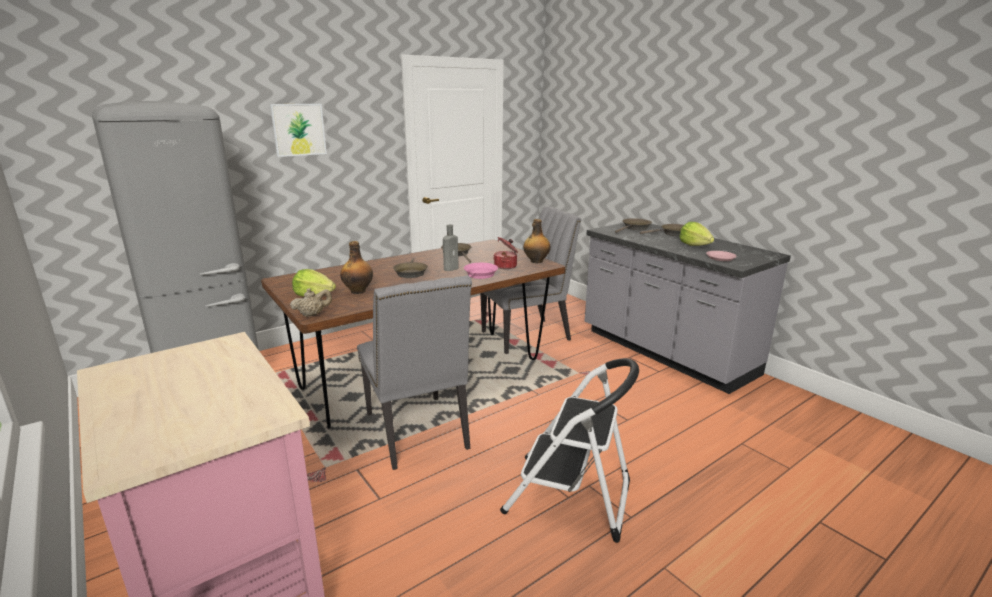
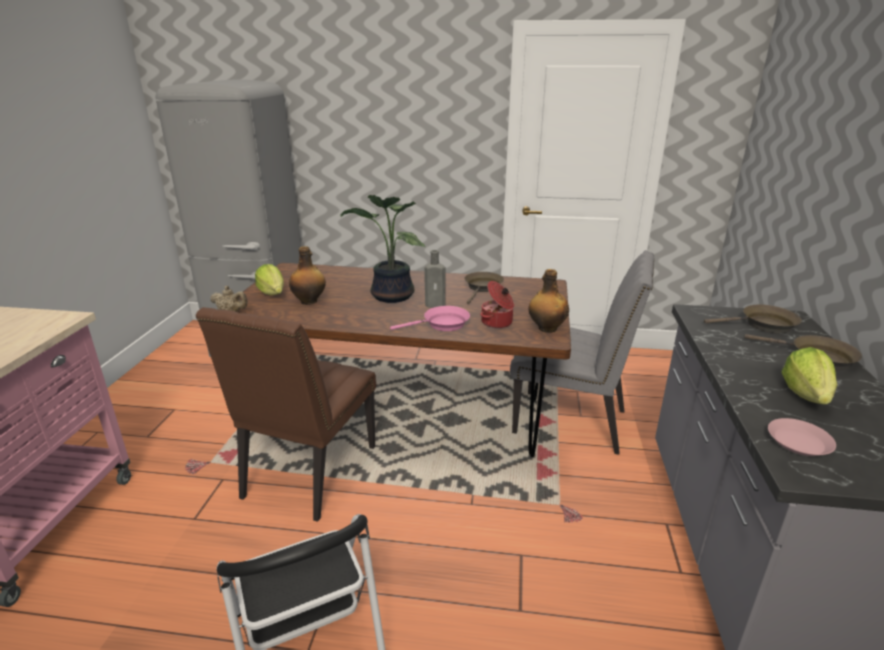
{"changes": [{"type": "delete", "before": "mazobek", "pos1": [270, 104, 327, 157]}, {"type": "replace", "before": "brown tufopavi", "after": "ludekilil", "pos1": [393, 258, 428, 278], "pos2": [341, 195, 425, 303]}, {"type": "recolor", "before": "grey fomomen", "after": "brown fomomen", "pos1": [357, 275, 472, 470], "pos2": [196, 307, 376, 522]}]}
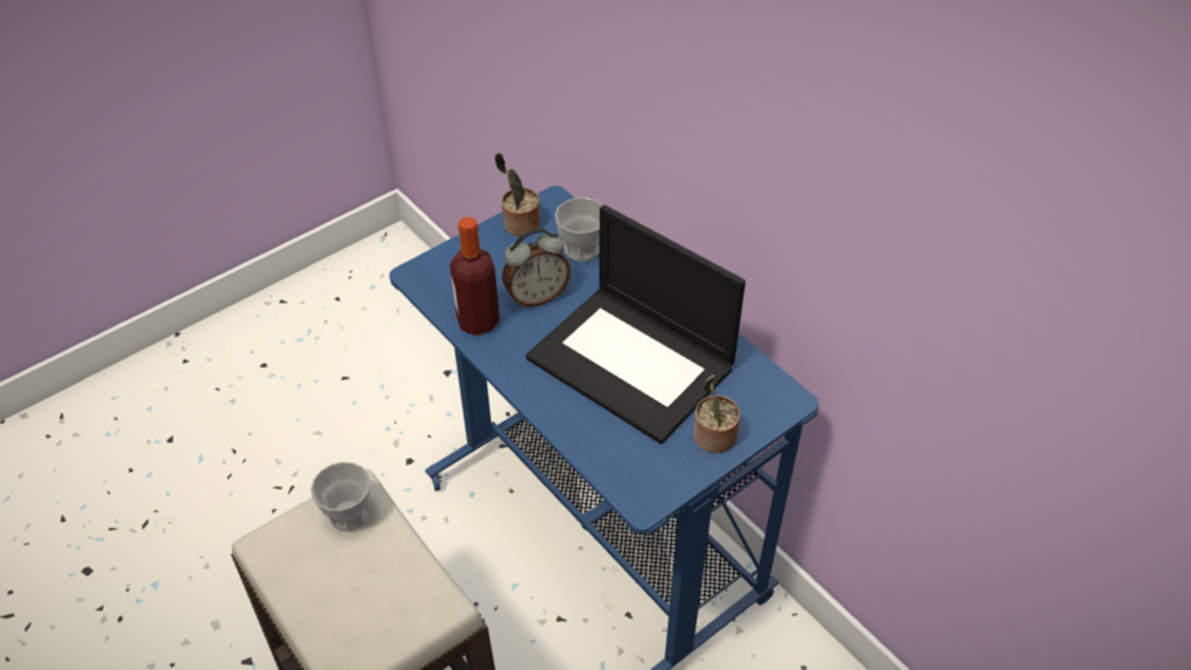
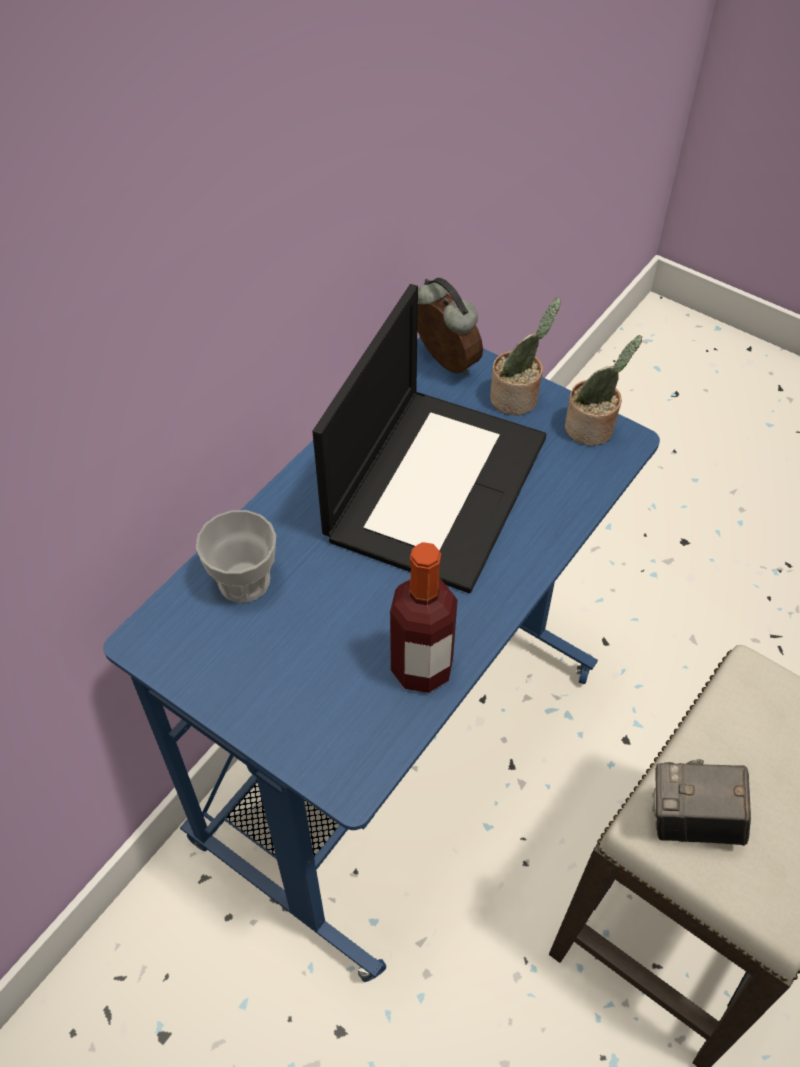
{"changes": [{"type": "move", "before": "ludekilil", "pos1": [495, 153, 540, 236], "pos2": [565, 335, 642, 446]}, {"type": "move", "before": "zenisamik", "pos1": [502, 228, 571, 307], "pos2": [417, 278, 483, 375]}, {"type": "replace", "before": "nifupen", "after": "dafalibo", "pos1": [311, 462, 371, 531], "pos2": [652, 759, 751, 846]}]}
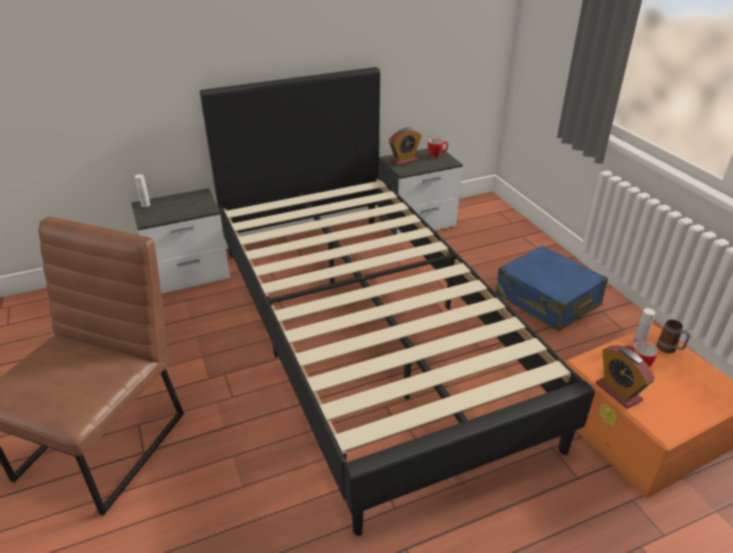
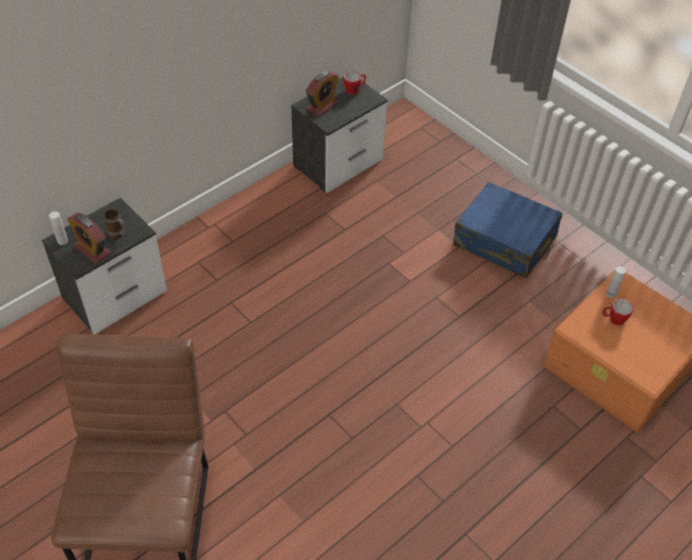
{"changes": [{"type": "delete", "before": "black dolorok", "pos1": [200, 67, 595, 536]}, {"type": "move", "before": "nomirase", "pos1": [657, 319, 690, 353], "pos2": [104, 209, 126, 239]}, {"type": "move", "before": "zenisamik", "pos1": [596, 345, 655, 409], "pos2": [67, 213, 111, 264]}]}
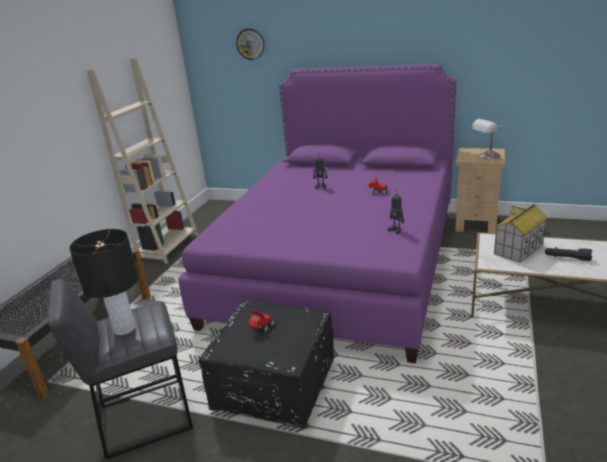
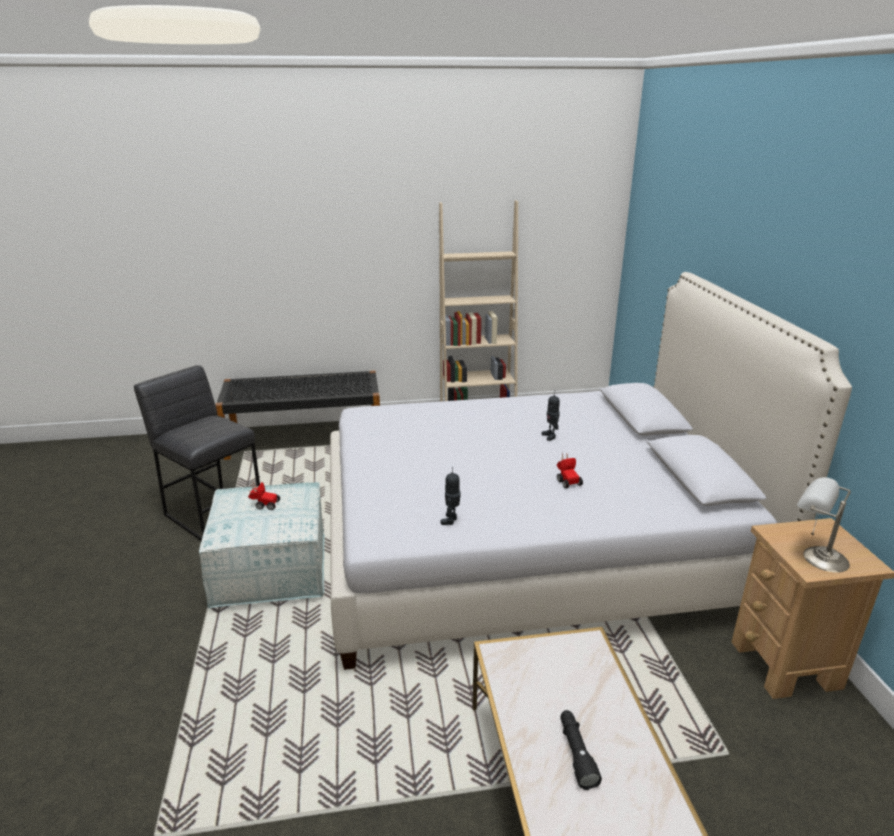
{"changes": [{"type": "delete", "before": "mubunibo", "pos1": [236, 28, 265, 60]}, {"type": "recolor", "before": "purple dolorok", "after": "white dolorok", "pos1": [178, 64, 457, 363], "pos2": [330, 272, 852, 670]}, {"type": "delete", "before": "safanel", "pos1": [494, 204, 548, 263]}, {"type": "delete", "before": "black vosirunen", "pos1": [69, 229, 139, 335]}, {"type": "recolor", "before": "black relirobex", "after": "white relirobex", "pos1": [198, 301, 334, 429], "pos2": [199, 482, 325, 608]}]}
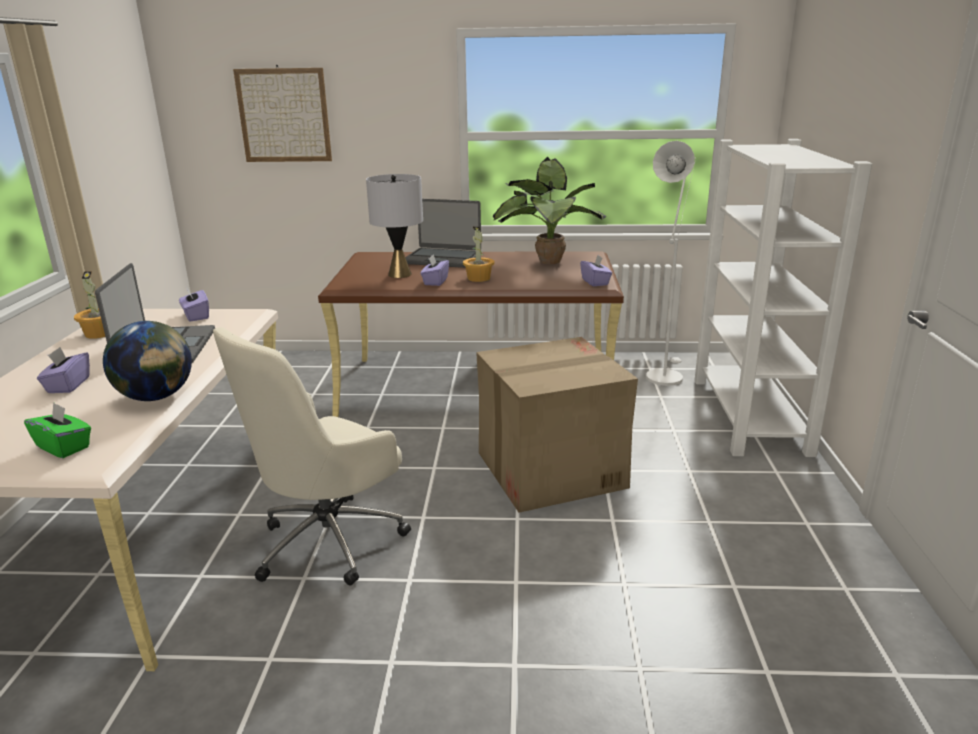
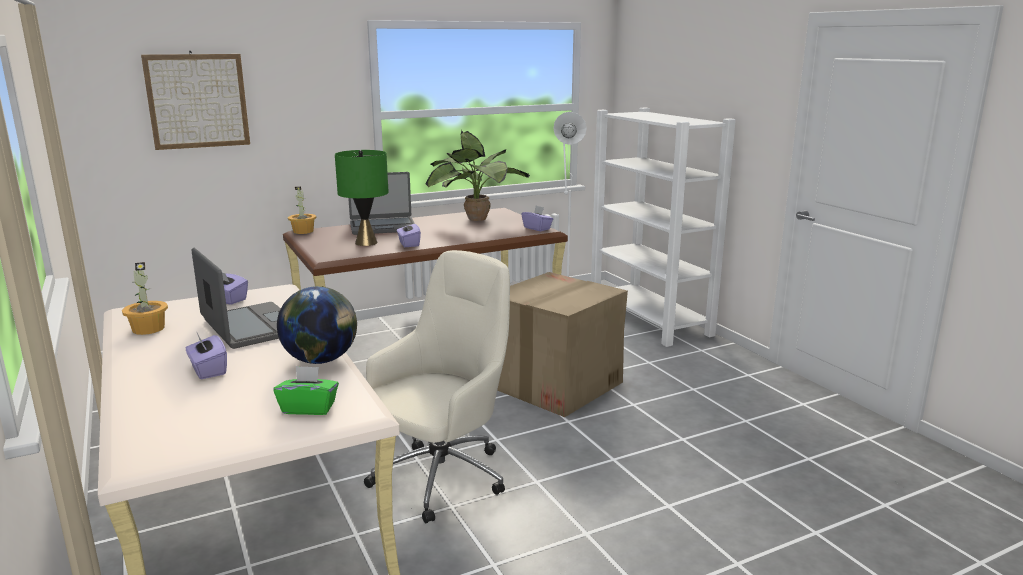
{"changes": [{"type": "recolor", "before": "grey vosirunen", "after": "green vosirunen", "pos1": [366, 174, 423, 278], "pos2": [335, 150, 389, 246]}, {"type": "move", "before": "ludekilil", "pos1": [463, 227, 494, 282], "pos2": [288, 187, 316, 234]}, {"type": "rotate", "before": "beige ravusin", "pos1": [213, 327, 411, 585], "pos2": [364, 250, 510, 523], "turn": -150}]}
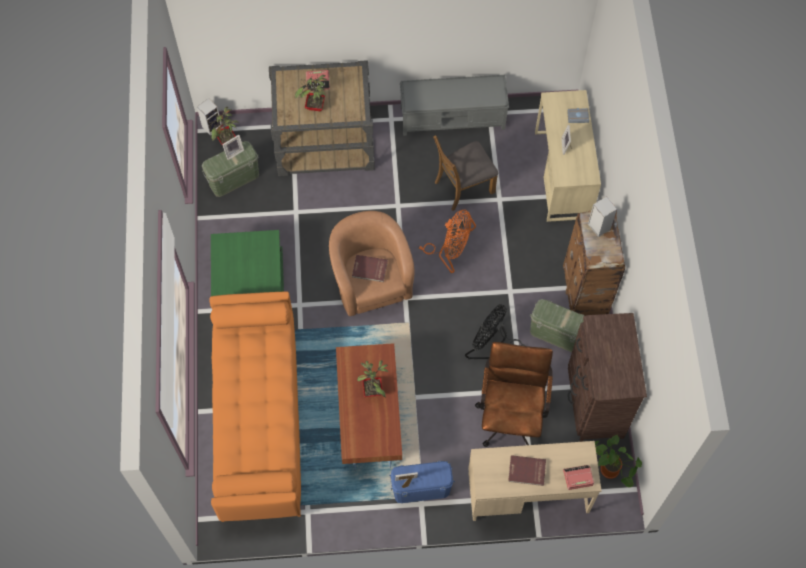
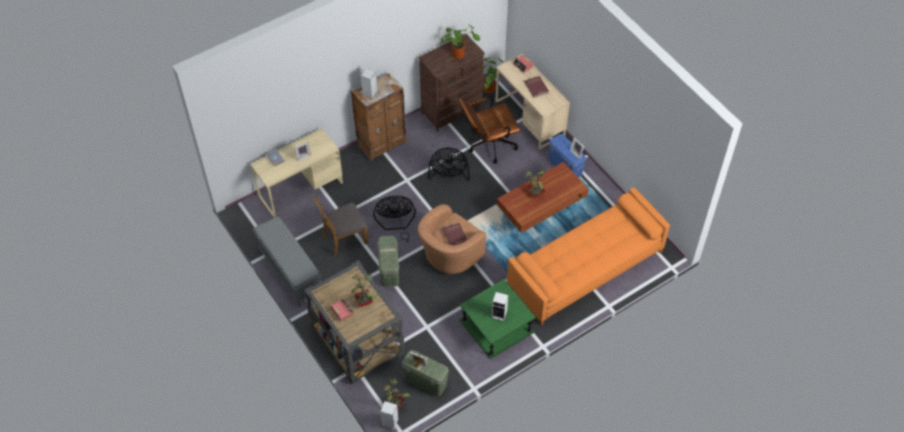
{"changes": [{"type": "rotate", "before": "brown fomomen", "pos1": [433, 135, 498, 211], "pos2": [313, 195, 368, 257], "turn": 120}, {"type": "recolor", "before": "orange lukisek", "after": "black lukisek", "pos1": [419, 210, 476, 273], "pos2": [373, 196, 416, 242]}, {"type": "move", "before": "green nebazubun", "pos1": [530, 299, 585, 352], "pos2": [377, 236, 400, 287]}, {"type": "insert", "after": "ludekilil", "pos2": [441, 24, 480, 59]}, {"type": "insert", "after": "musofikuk", "pos2": [492, 292, 508, 321]}]}
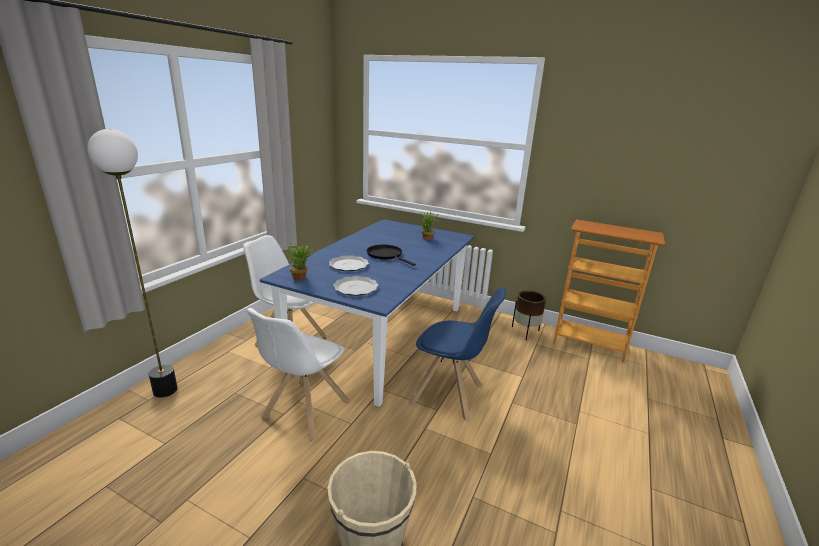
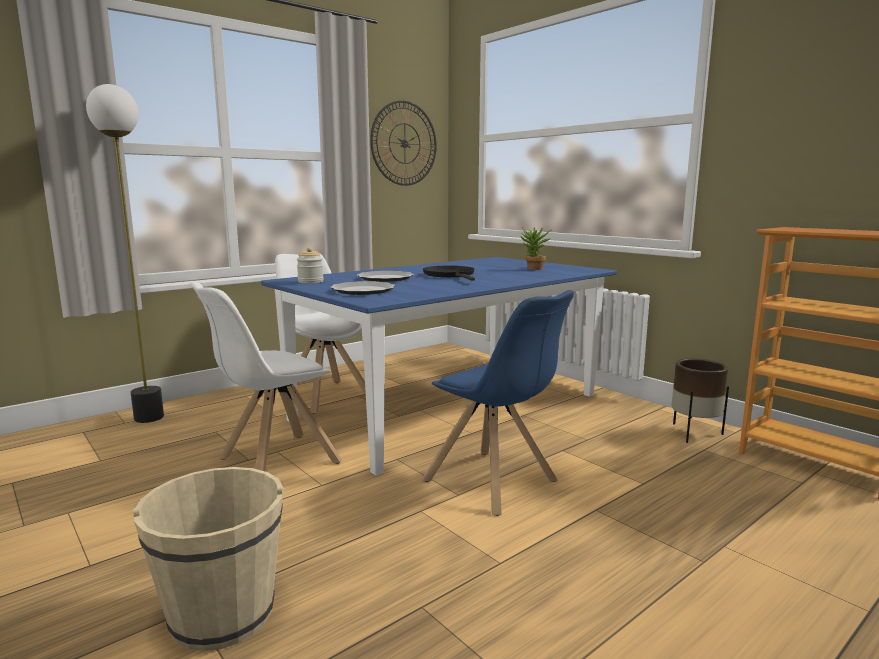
{"changes": [{"type": "replace", "before": "ludekilil", "after": "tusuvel", "pos1": [287, 243, 315, 280], "pos2": [297, 247, 324, 283]}, {"type": "insert", "after": "mubunibo", "pos2": [370, 100, 437, 186]}]}
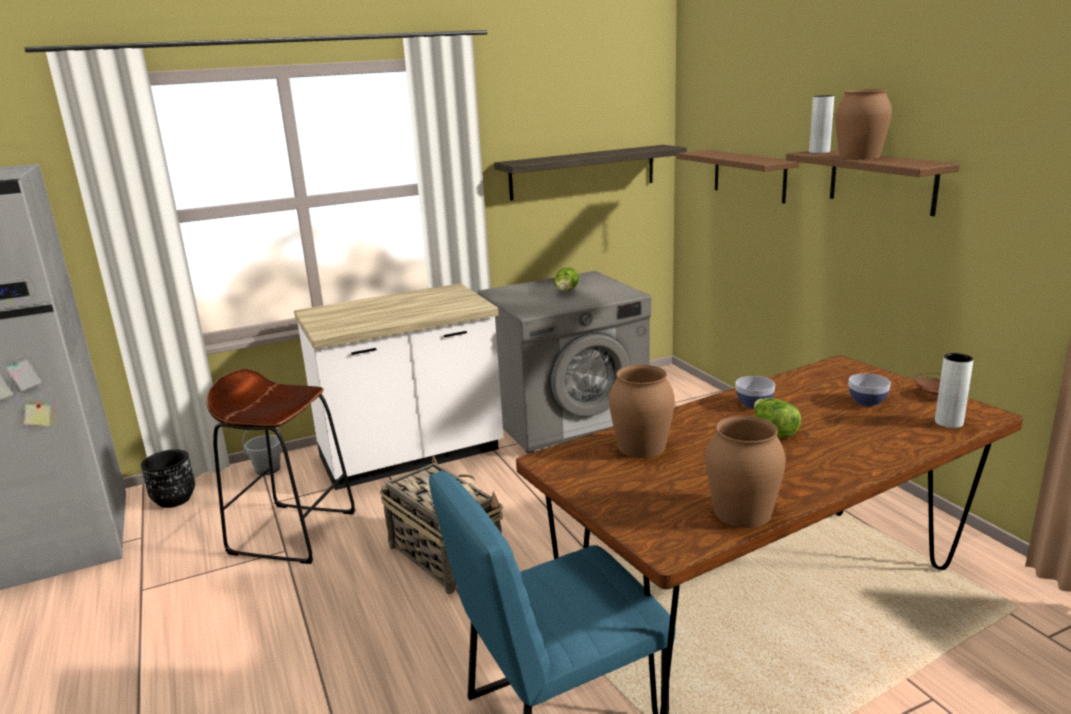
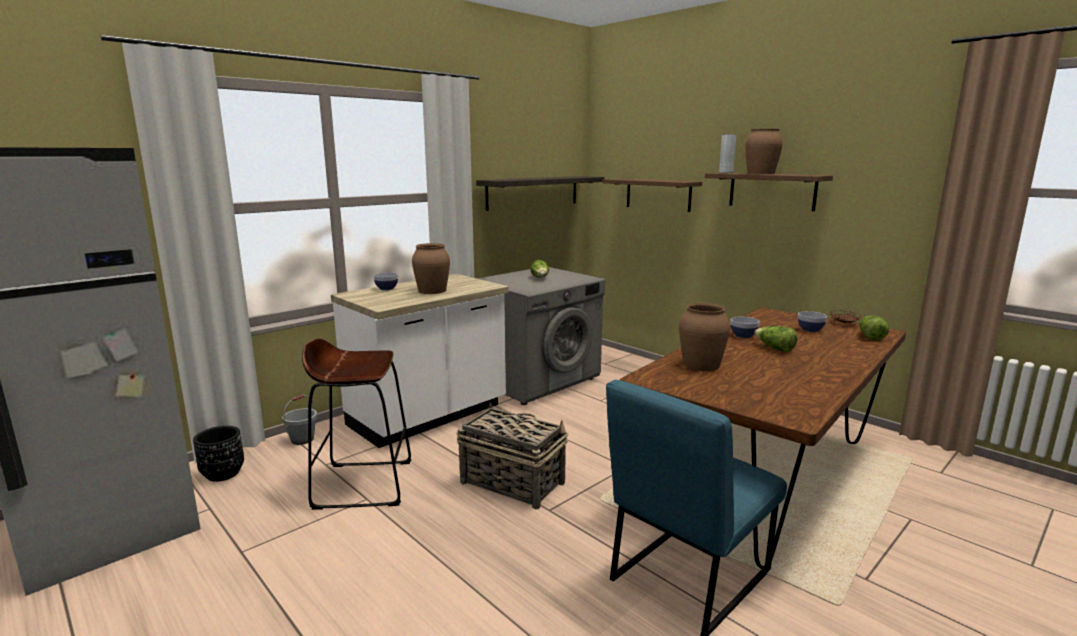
{"changes": [{"type": "replace", "before": "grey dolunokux", "after": "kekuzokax", "pos1": [935, 353, 974, 428], "pos2": [860, 316, 889, 341]}, {"type": "move", "before": "brown dolunokux", "pos1": [706, 416, 786, 528], "pos2": [412, 243, 450, 294]}, {"type": "insert", "after": "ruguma", "pos2": [373, 272, 398, 290]}]}
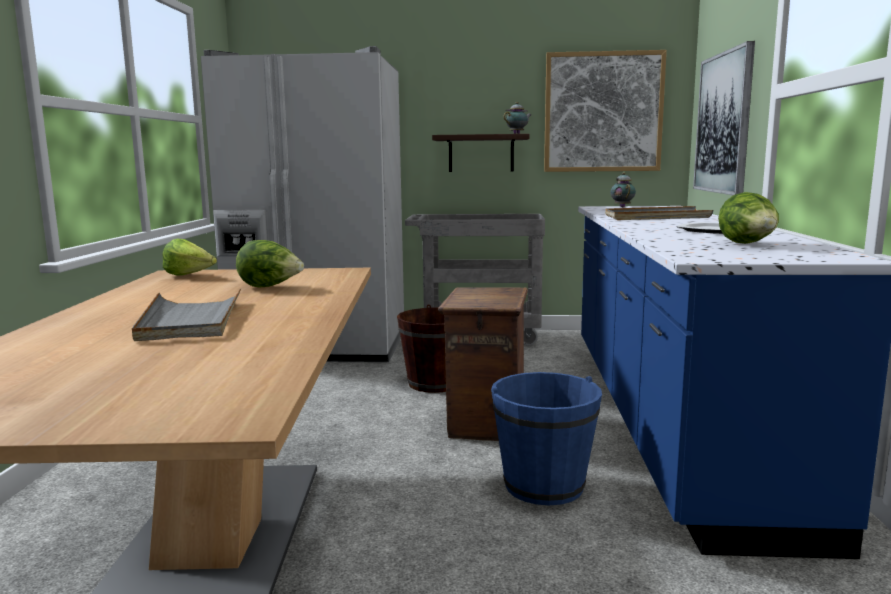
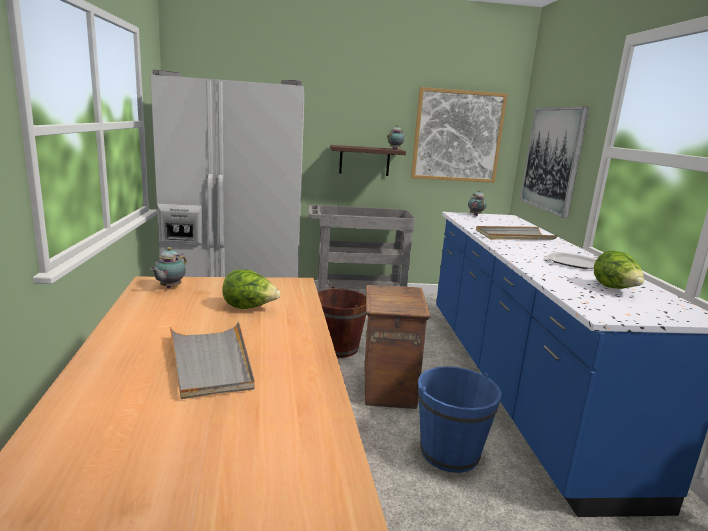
{"changes": [{"type": "replace", "before": "kekuzokax", "after": "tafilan", "pos1": [163, 238, 217, 276], "pos2": [150, 247, 186, 288]}]}
